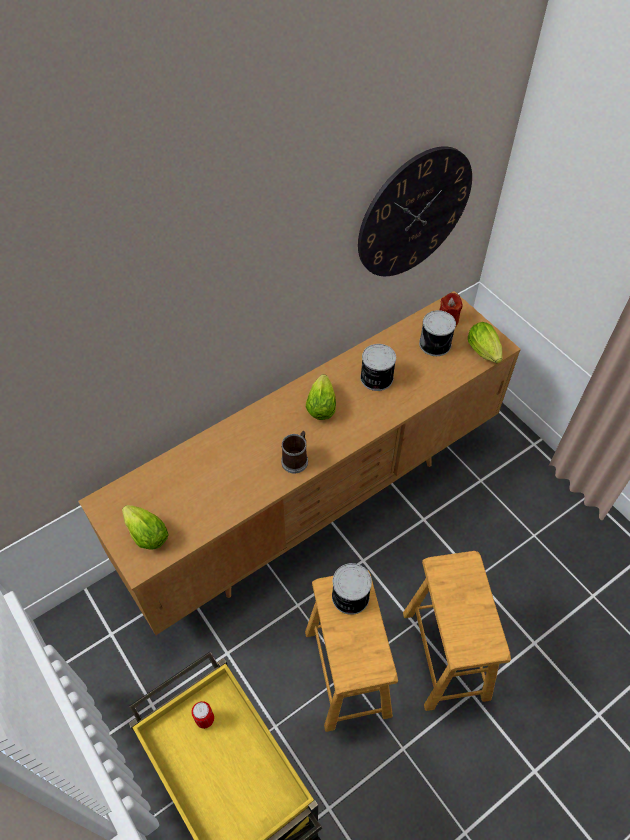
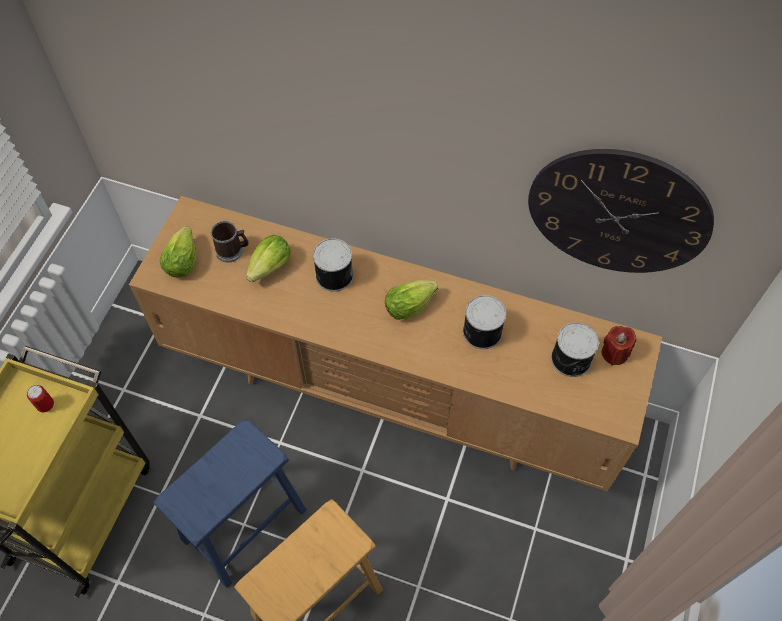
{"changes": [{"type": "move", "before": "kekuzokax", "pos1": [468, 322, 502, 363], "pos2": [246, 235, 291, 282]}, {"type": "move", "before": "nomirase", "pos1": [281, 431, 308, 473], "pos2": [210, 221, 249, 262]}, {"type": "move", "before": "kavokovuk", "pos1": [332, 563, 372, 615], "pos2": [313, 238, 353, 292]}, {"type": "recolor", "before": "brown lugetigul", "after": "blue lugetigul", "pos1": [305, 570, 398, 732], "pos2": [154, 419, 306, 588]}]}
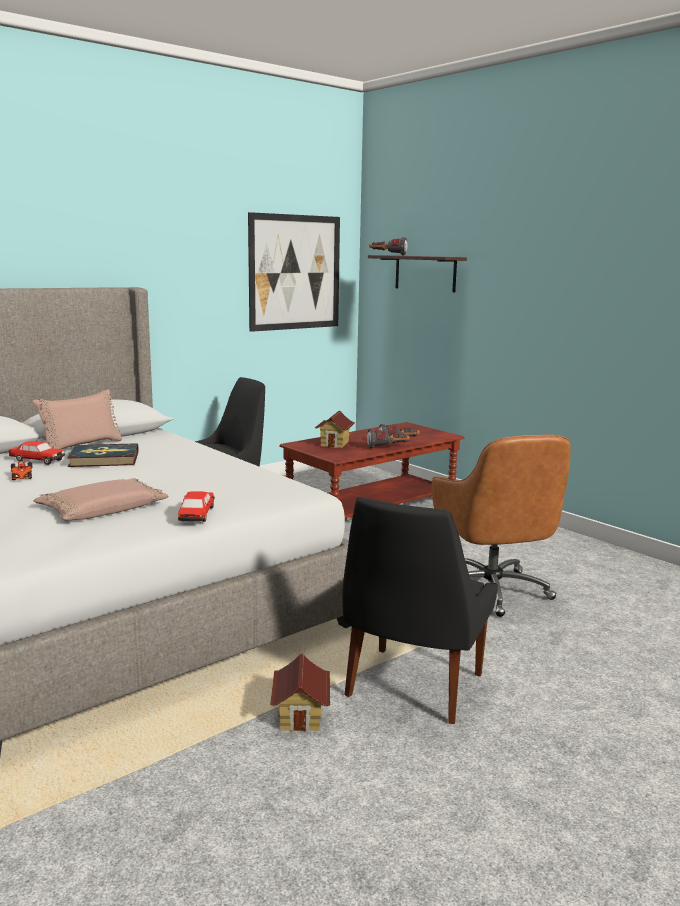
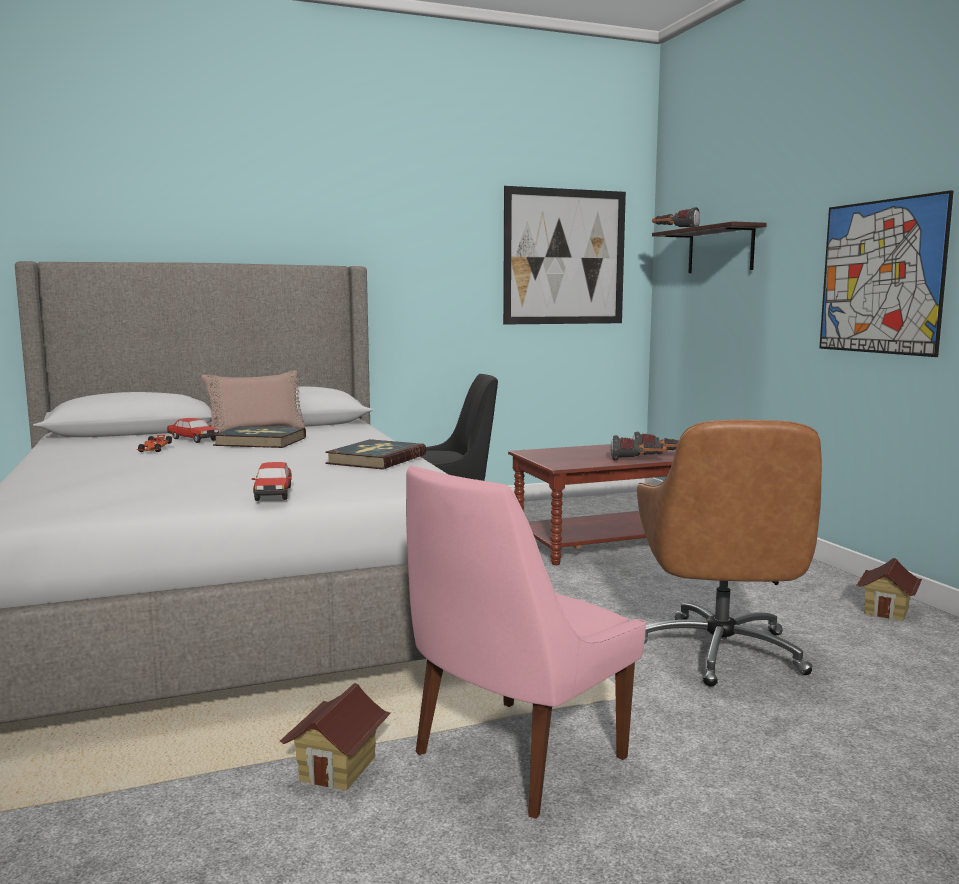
{"changes": [{"type": "move", "before": "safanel", "pos1": [315, 411, 356, 448], "pos2": [857, 558, 922, 621]}, {"type": "delete", "before": "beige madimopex", "pos1": [34, 478, 168, 520]}, {"type": "rotate", "before": "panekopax", "pos1": [178, 491, 215, 522], "pos2": [252, 462, 292, 501], "turn": 150}, {"type": "recolor", "before": "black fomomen", "after": "pink fomomen", "pos1": [342, 497, 498, 724], "pos2": [406, 466, 646, 819]}, {"type": "insert", "after": "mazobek", "pos2": [819, 190, 954, 357]}, {"type": "insert", "after": "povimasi", "pos2": [325, 439, 426, 470]}]}
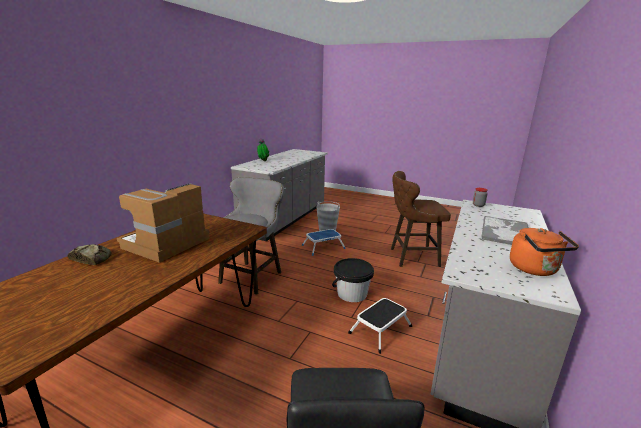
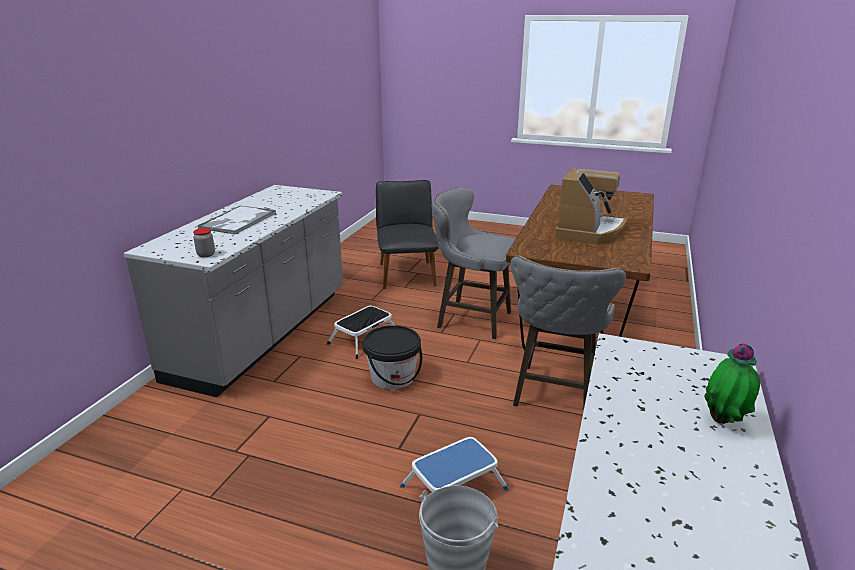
{"changes": [{"type": "delete", "before": "brown lugetigul", "pos1": [391, 171, 451, 267]}, {"type": "delete", "before": "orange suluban", "pos1": [510, 228, 579, 276]}, {"type": "delete", "before": "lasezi", "pos1": [68, 244, 112, 265]}, {"type": "insert", "after": "grey lugetigul", "pos2": [432, 187, 515, 339]}]}
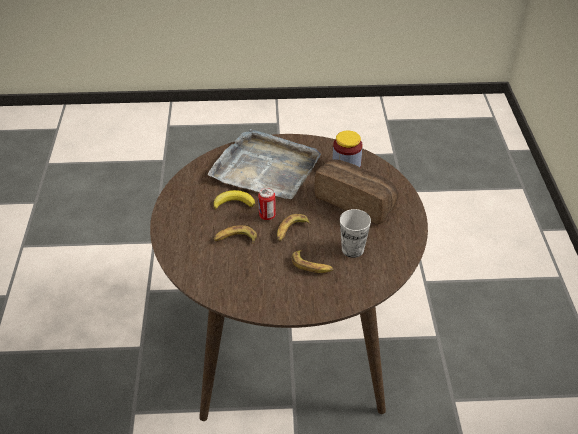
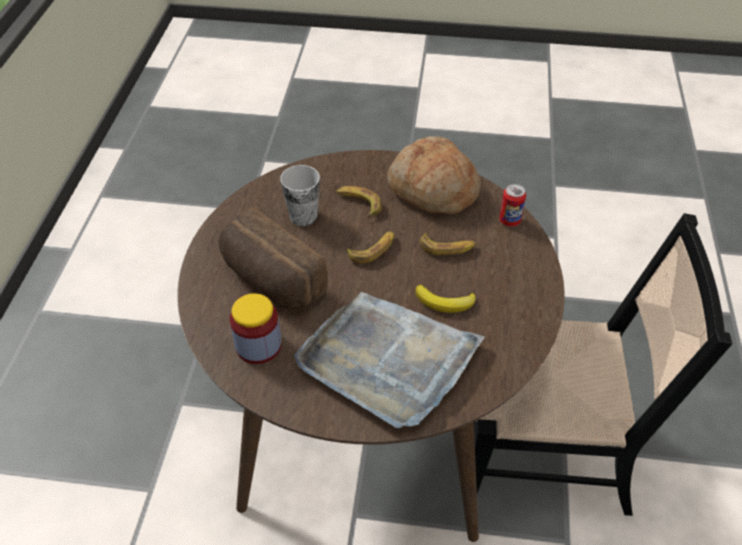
{"changes": [{"type": "move", "before": "kavokovuk", "pos1": [258, 188, 276, 220], "pos2": [499, 184, 526, 227]}, {"type": "insert", "after": "lasezi", "pos2": [387, 136, 481, 214]}, {"type": "insert", "after": "fomomen", "pos2": [474, 213, 733, 516]}]}
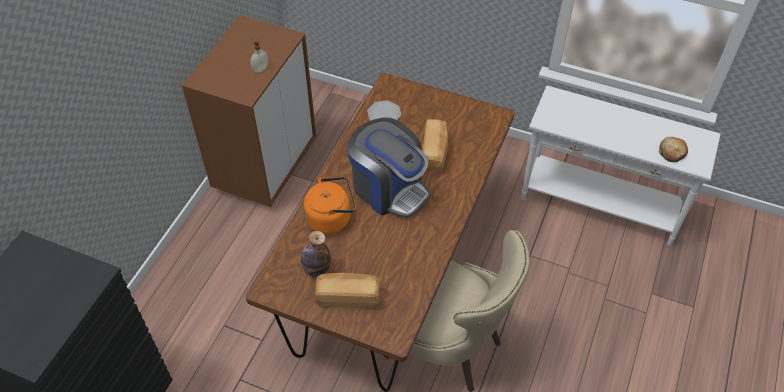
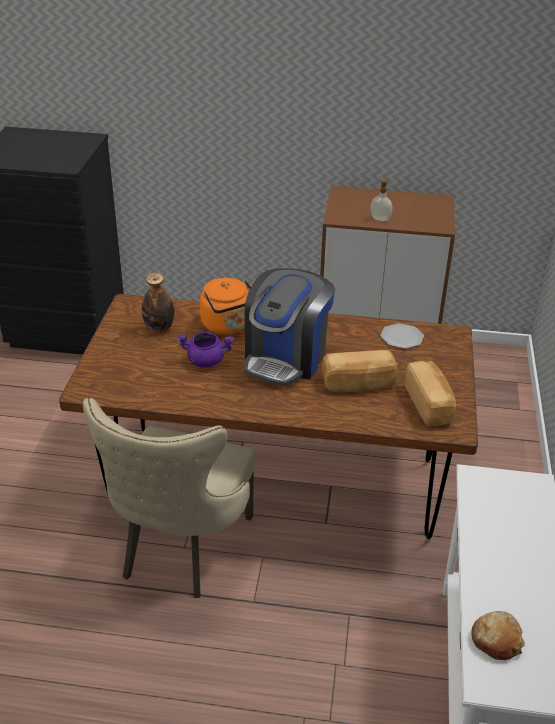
{"changes": [{"type": "move", "before": "lasezi", "pos1": [315, 273, 380, 308], "pos2": [405, 361, 456, 427]}, {"type": "insert", "after": "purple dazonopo", "pos2": [177, 332, 234, 368]}]}
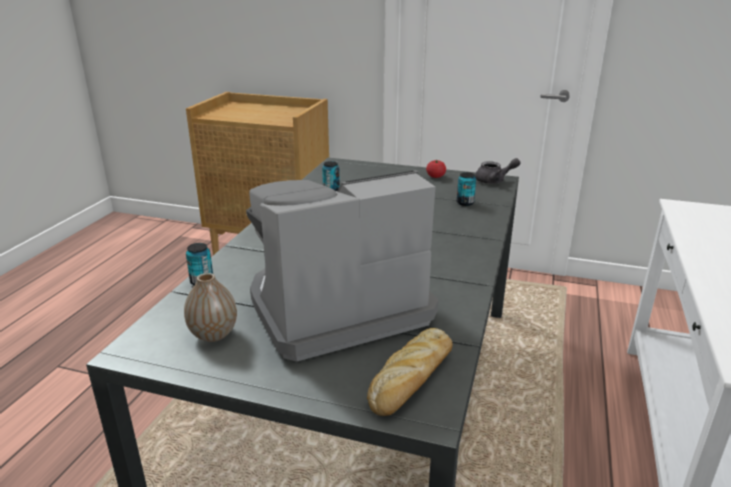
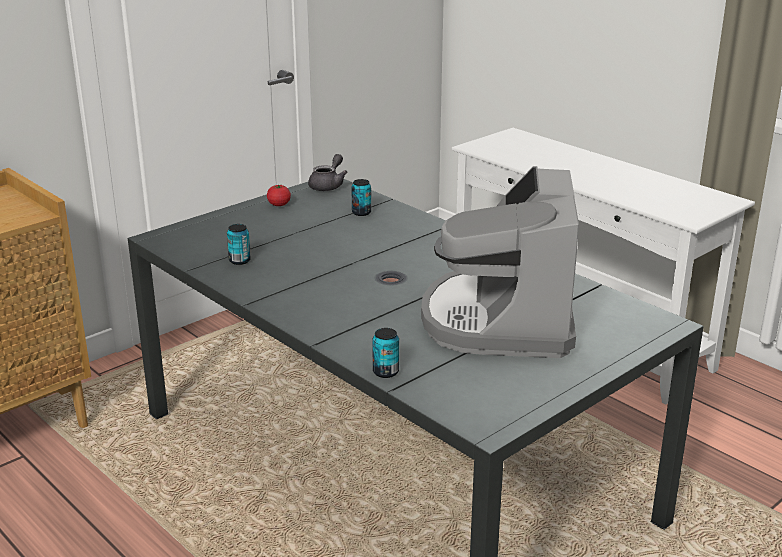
{"changes": [{"type": "delete", "before": "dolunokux", "pos1": [184, 273, 237, 342]}, {"type": "delete", "before": "lasezi", "pos1": [367, 328, 453, 416]}]}
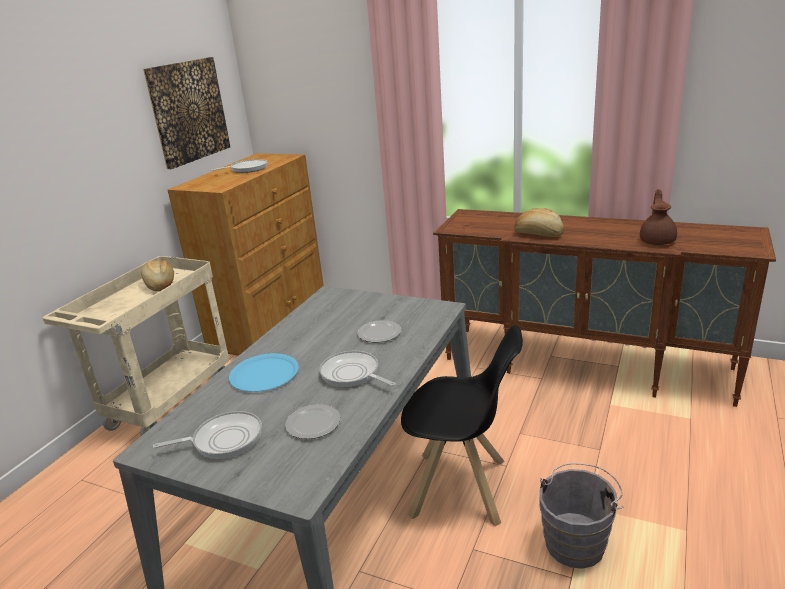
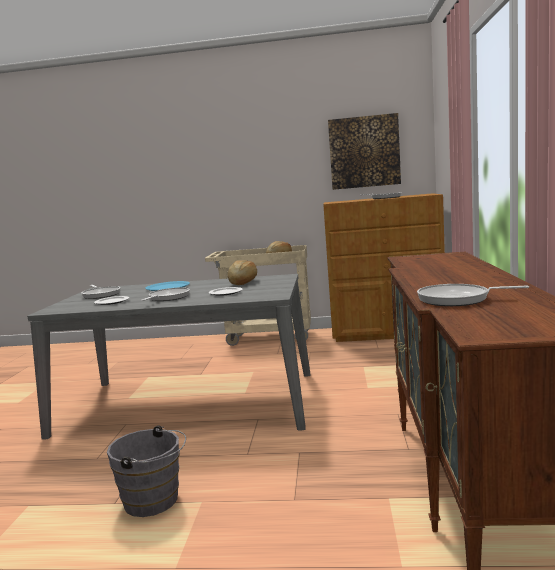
{"changes": [{"type": "replace", "before": "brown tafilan", "after": "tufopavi", "pos1": [640, 189, 677, 245], "pos2": [417, 284, 529, 306]}, {"type": "move", "before": "lasezi", "pos1": [514, 208, 564, 237], "pos2": [228, 260, 257, 285]}, {"type": "delete", "before": "black fomomen", "pos1": [401, 325, 523, 526]}]}
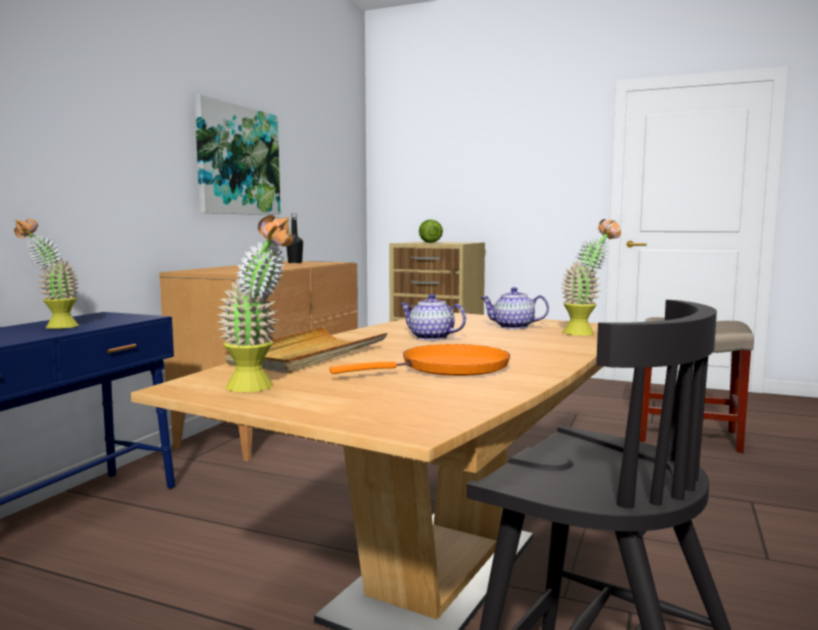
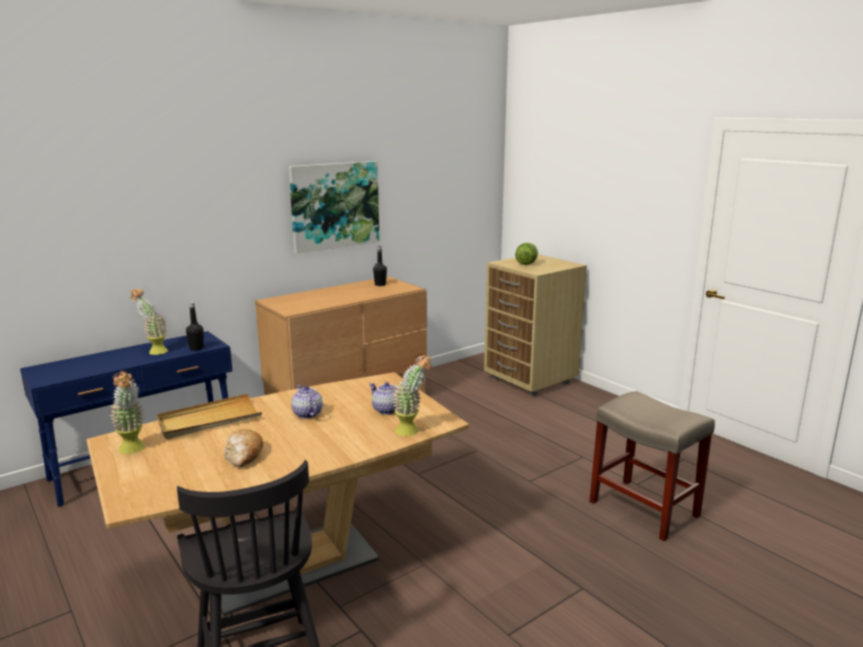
{"changes": [{"type": "replace", "before": "orange tufopavi", "after": "lasezi", "pos1": [329, 344, 510, 376], "pos2": [224, 429, 263, 467]}, {"type": "insert", "after": "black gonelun", "pos2": [186, 302, 204, 351]}]}
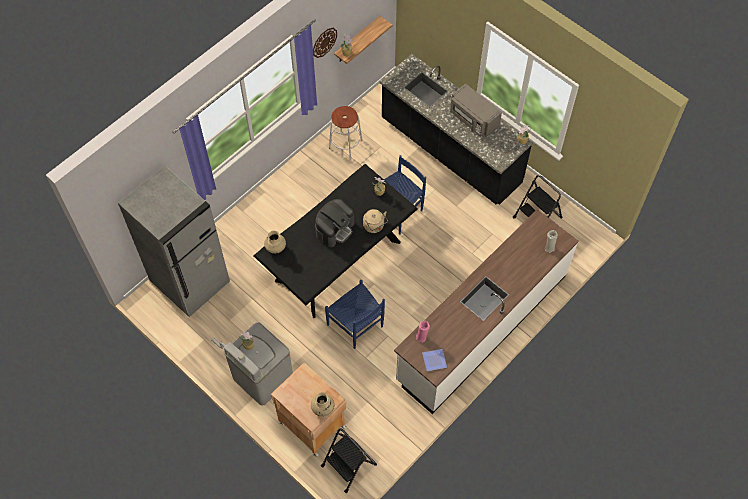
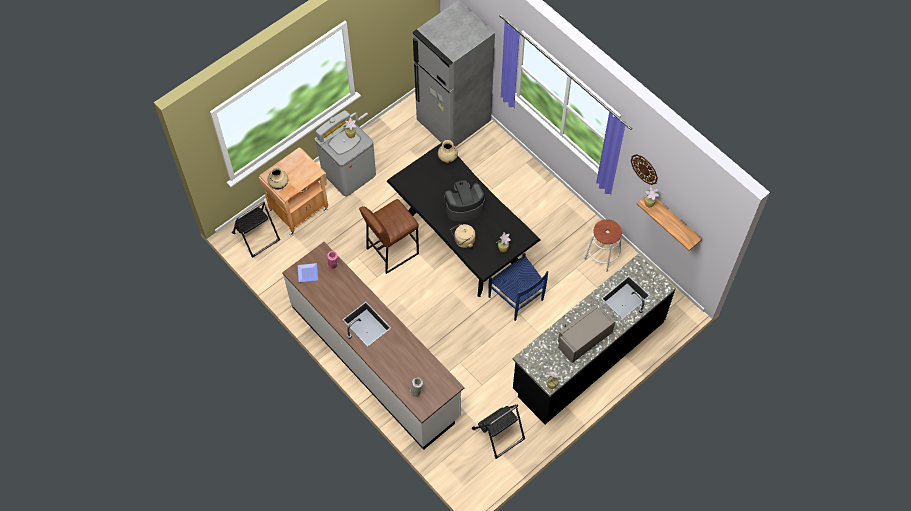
{"changes": [{"type": "rotate", "before": "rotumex", "pos1": [315, 199, 354, 247], "pos2": [444, 180, 485, 222], "turn": 120}, {"type": "replace", "before": "blue fomomen", "after": "brown lugetigul", "pos1": [325, 280, 385, 349], "pos2": [359, 199, 419, 274]}]}
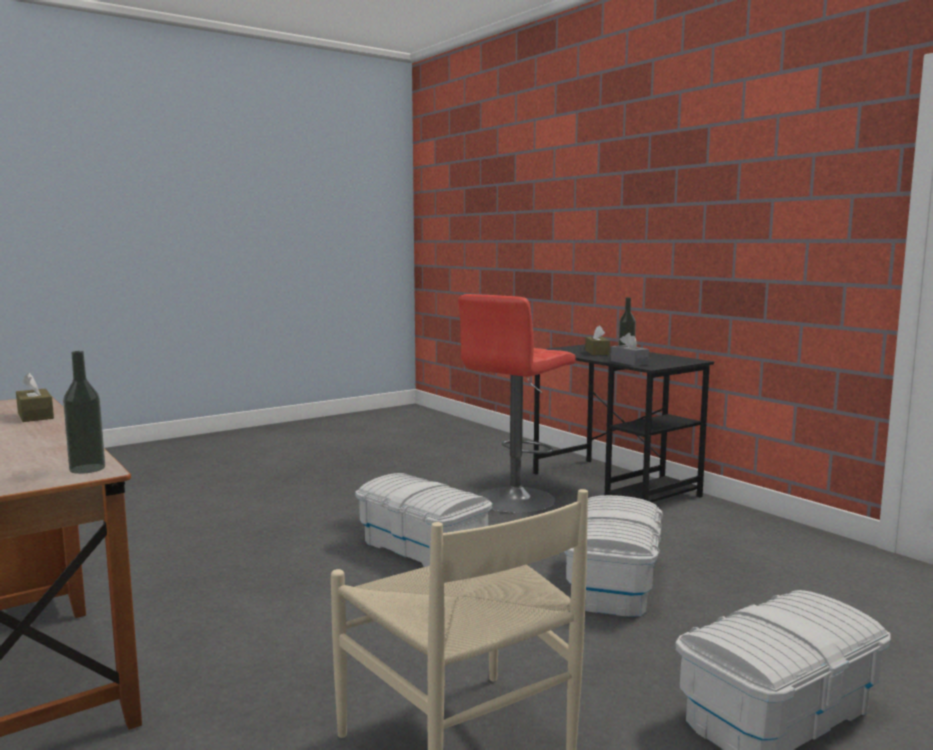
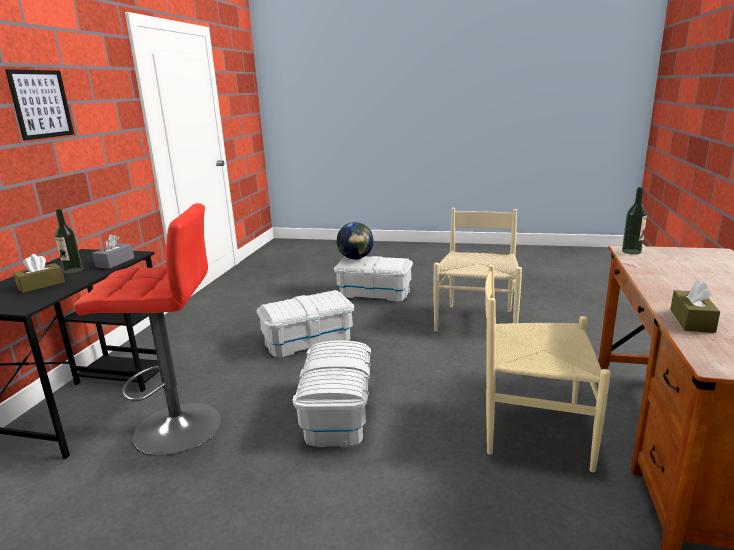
{"changes": [{"type": "insert", "after": "mazobek", "pos2": [5, 69, 74, 140]}, {"type": "insert", "after": "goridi", "pos2": [337, 222, 374, 260]}, {"type": "insert", "after": "beige fomomen", "pos2": [485, 265, 610, 473]}]}
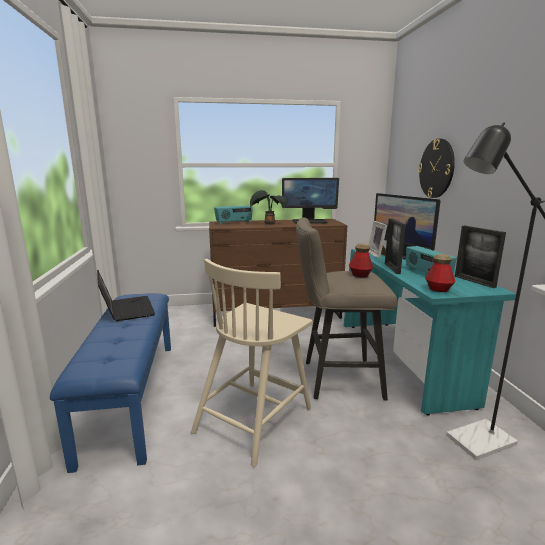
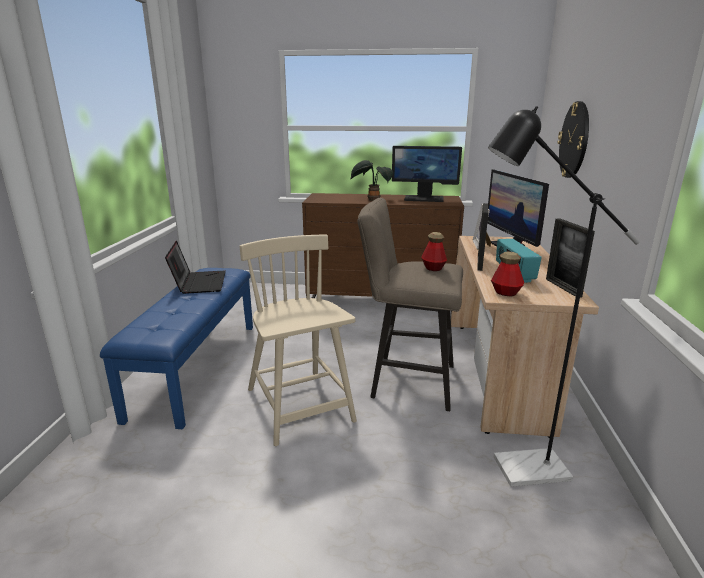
{"changes": [{"type": "delete", "before": "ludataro", "pos1": [214, 205, 253, 225]}, {"type": "recolor", "before": "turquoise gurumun", "after": "beige gurumun", "pos1": [343, 248, 516, 415], "pos2": [451, 236, 599, 438]}, {"type": "rotate", "before": "beige fomomen", "pos1": [191, 259, 312, 467], "pos2": [240, 235, 357, 446], "turn": 105}]}
